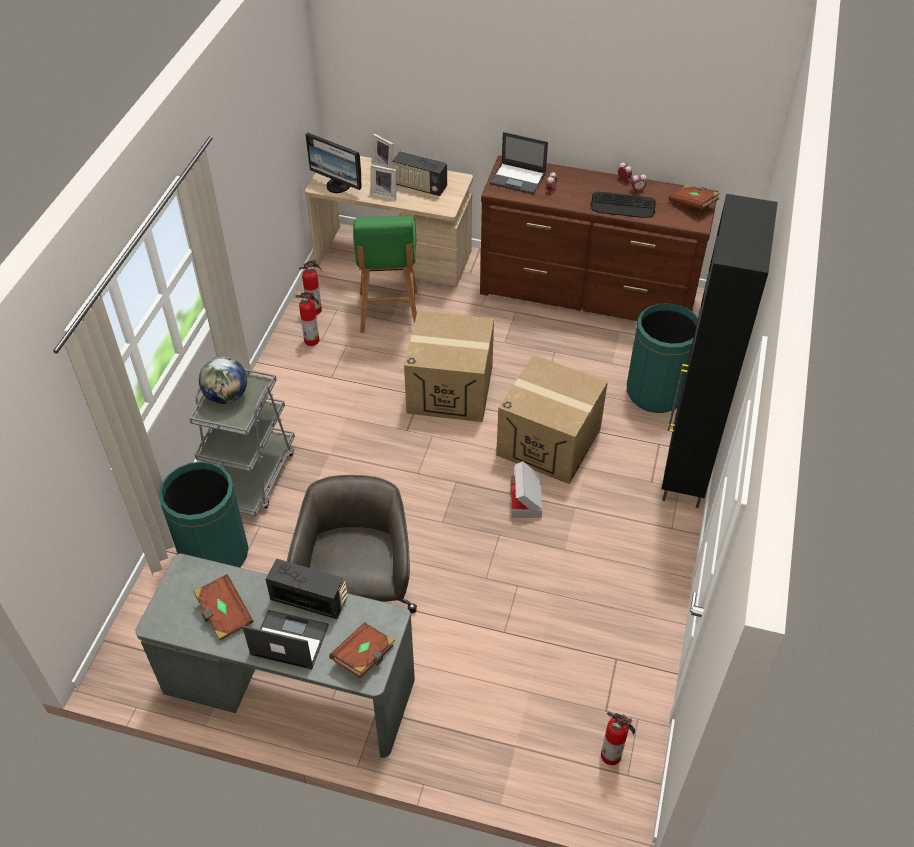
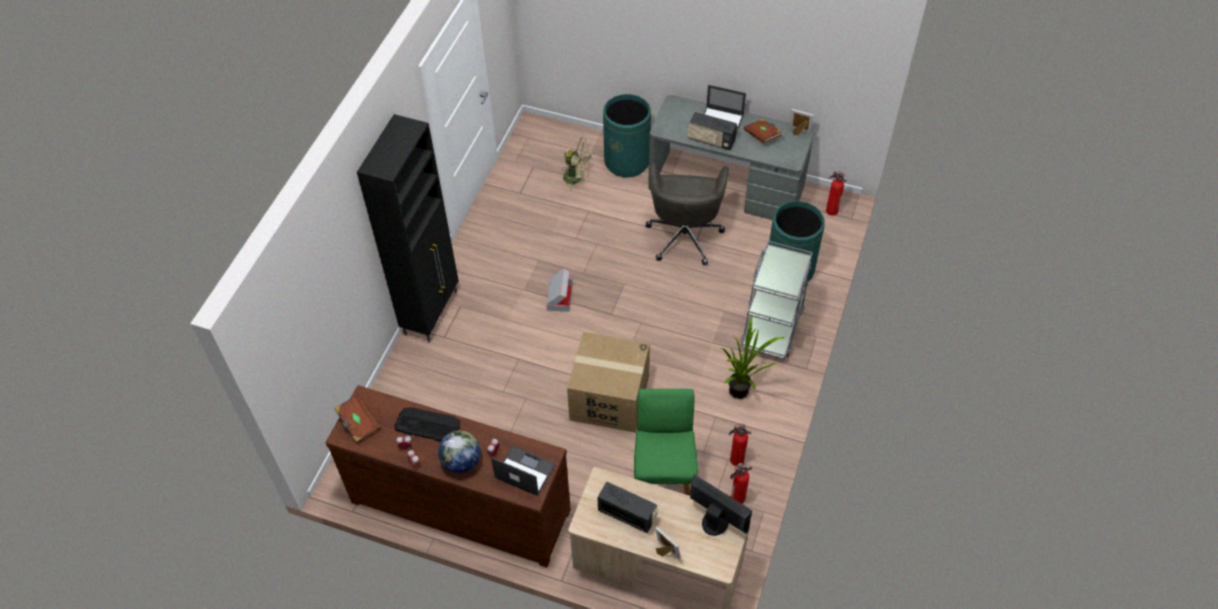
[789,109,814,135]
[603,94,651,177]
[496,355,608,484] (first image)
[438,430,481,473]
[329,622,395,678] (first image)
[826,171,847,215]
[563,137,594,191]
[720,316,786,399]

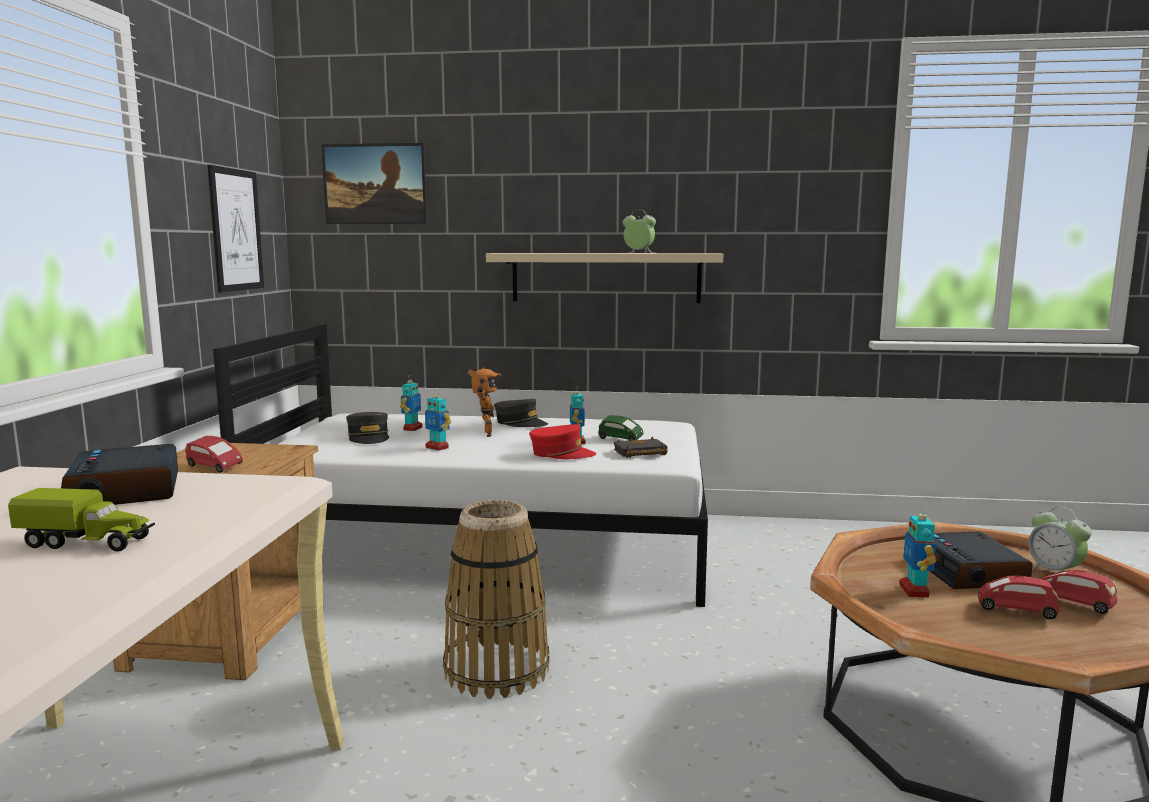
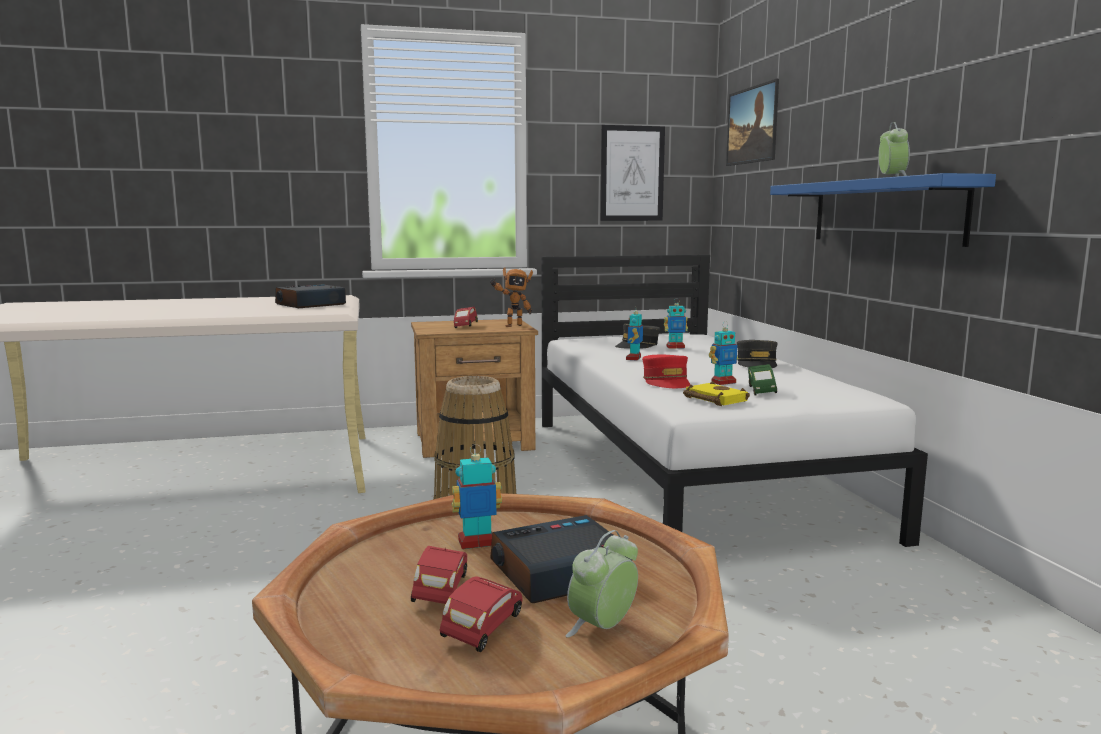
[770,173,996,247]
[490,267,533,327]
[683,381,750,406]
[8,488,155,552] (first image)

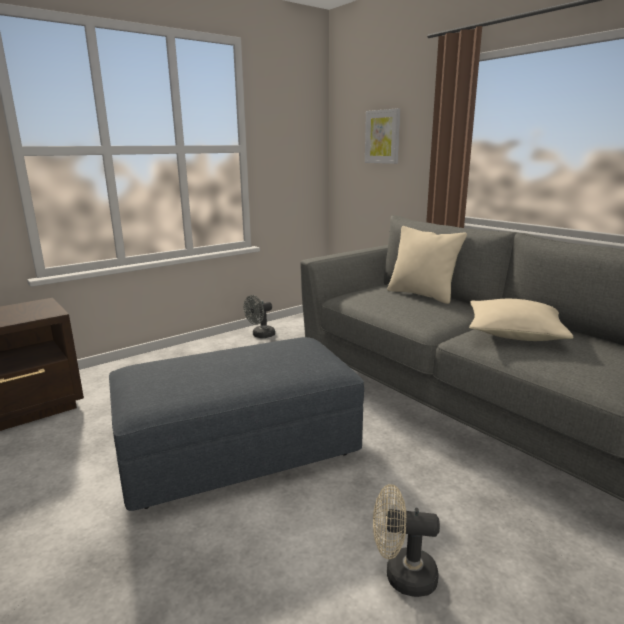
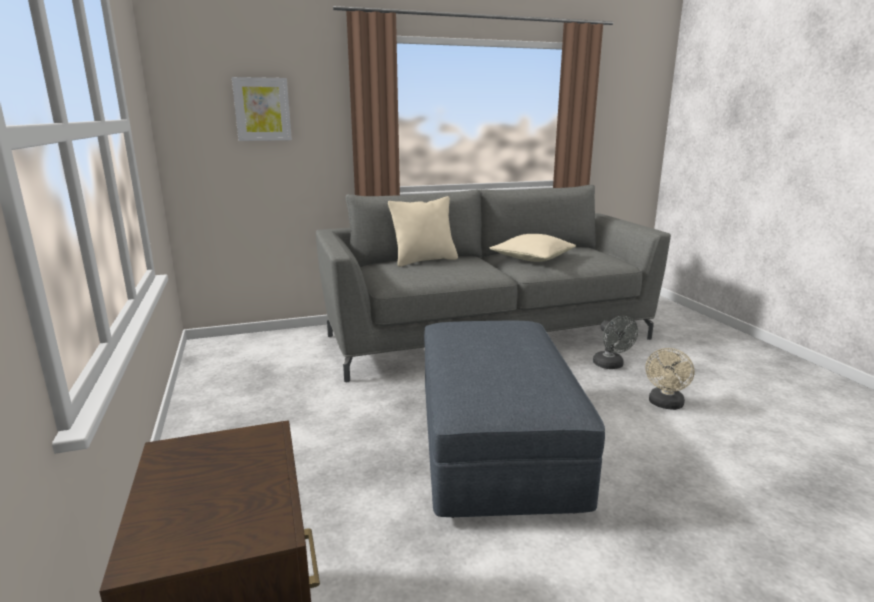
[593,316,638,369]

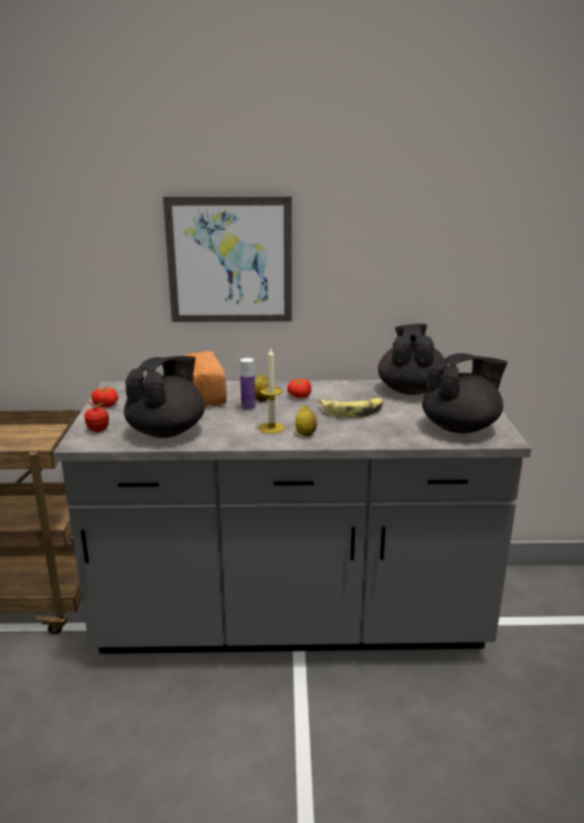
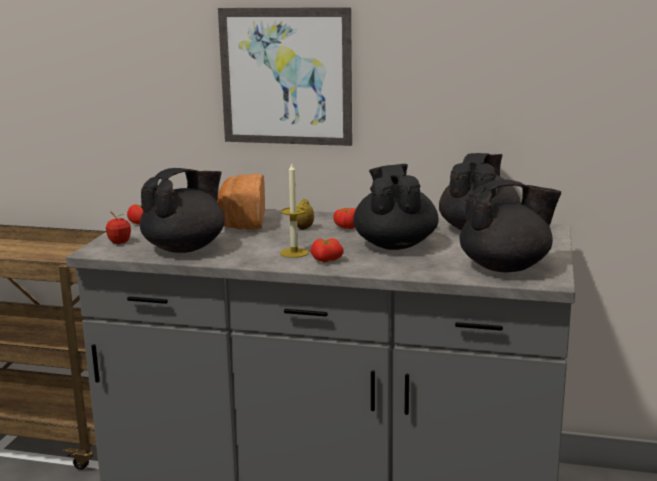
[240,358,255,411] (first image)
[353,164,439,250]
[311,238,344,263]

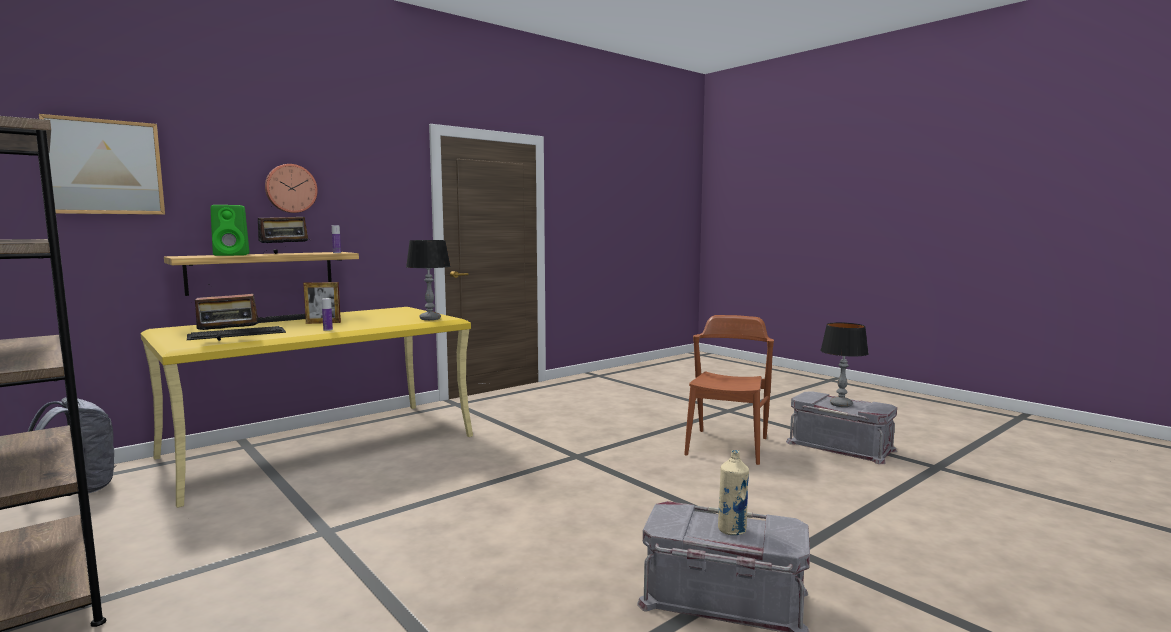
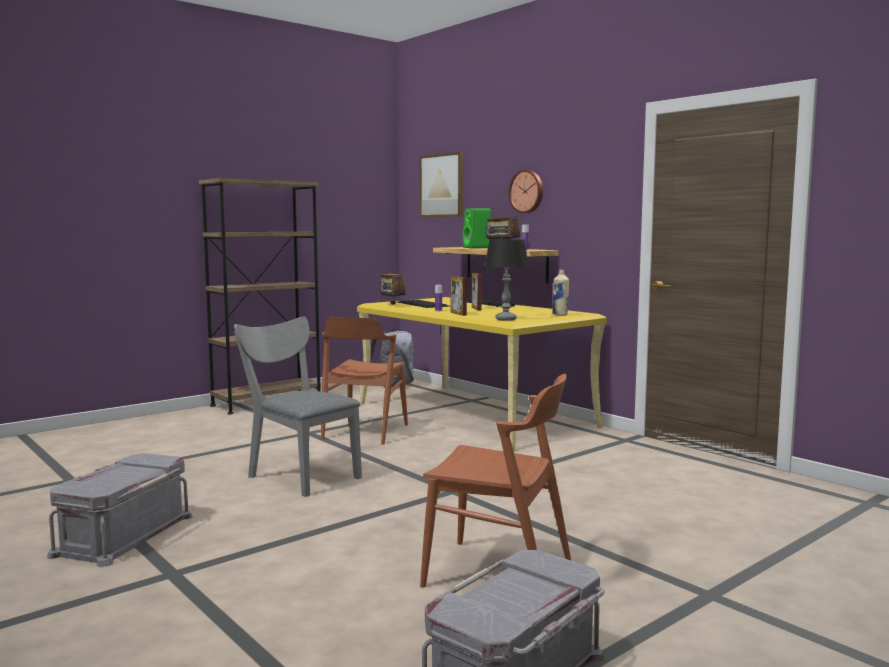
[820,322,869,407] (first image)
[552,270,569,316]
[450,276,467,316]
[234,317,362,497]
[321,317,408,445]

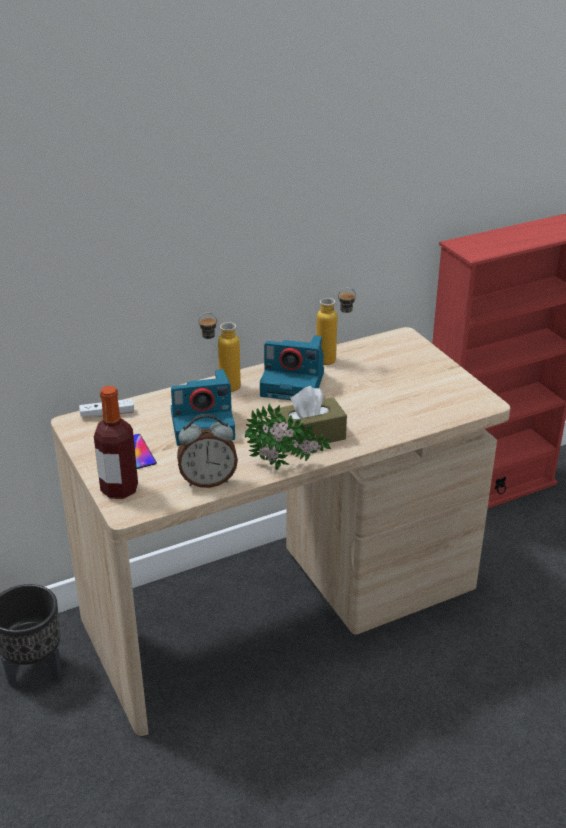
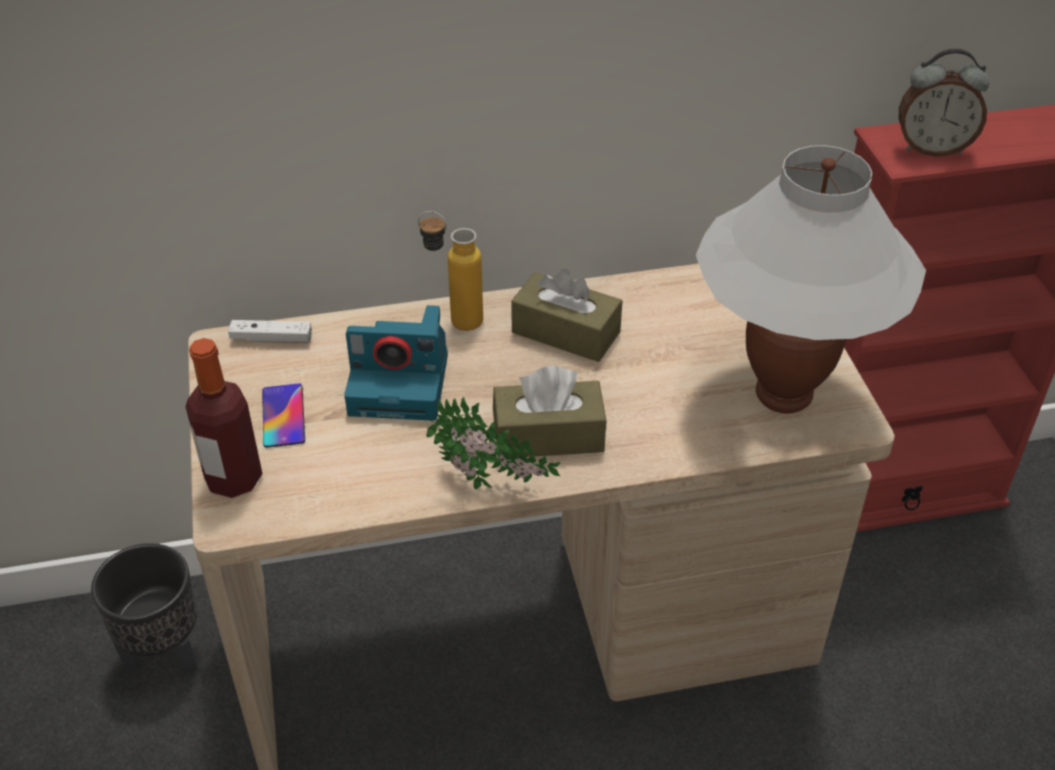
[316,288,356,365] (first image)
[511,269,622,362]
[898,48,990,157]
[696,145,926,414]

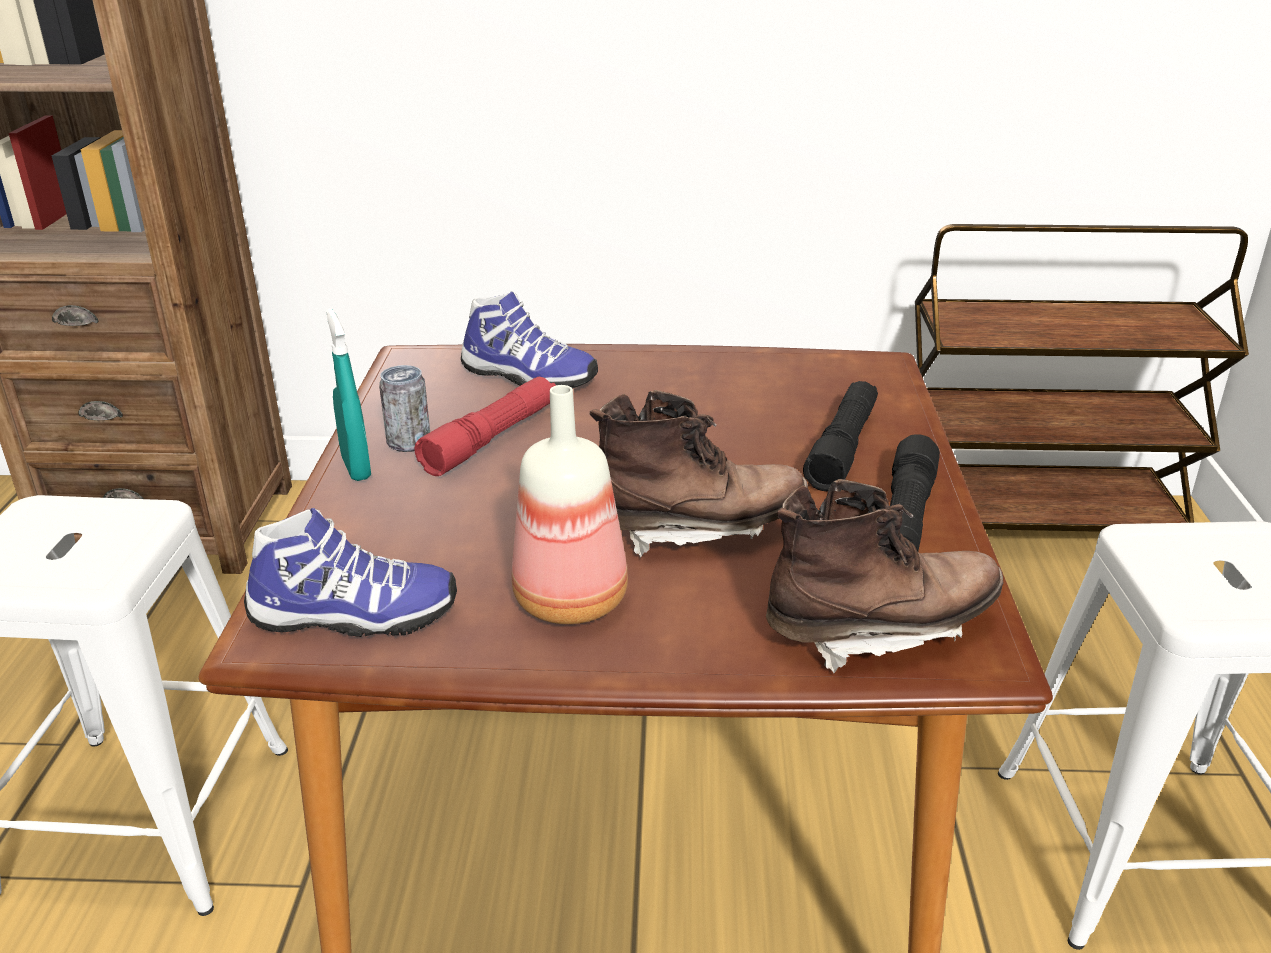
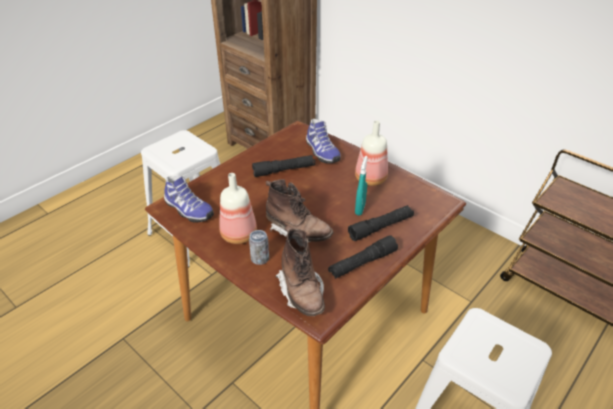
[355,156,368,216]
[249,230,269,265]
[252,155,315,177]
[276,225,325,316]
[355,120,388,186]

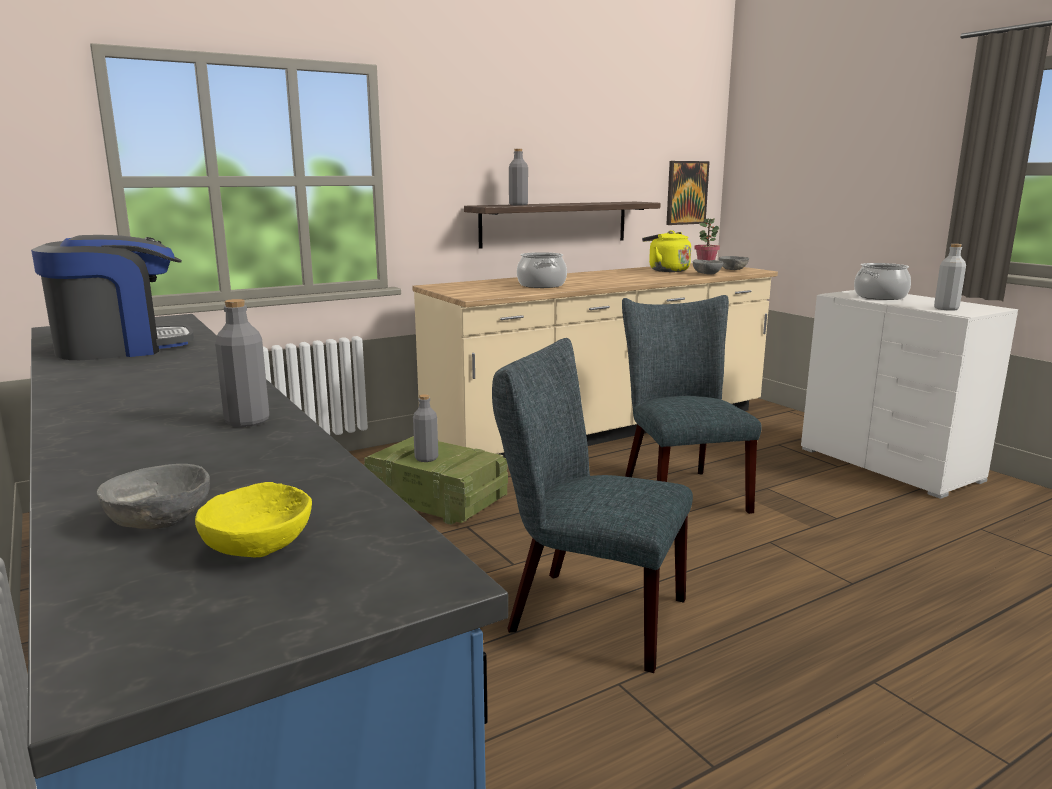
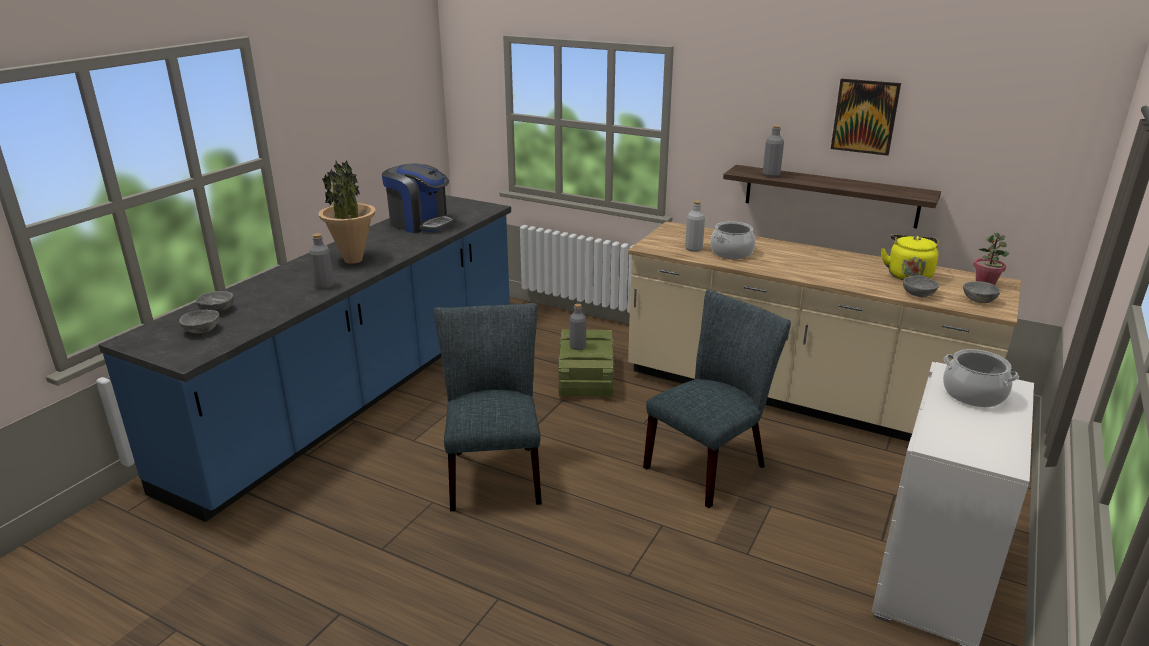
[831,78,901,156]
[685,201,705,252]
[179,309,219,333]
[319,161,376,264]

